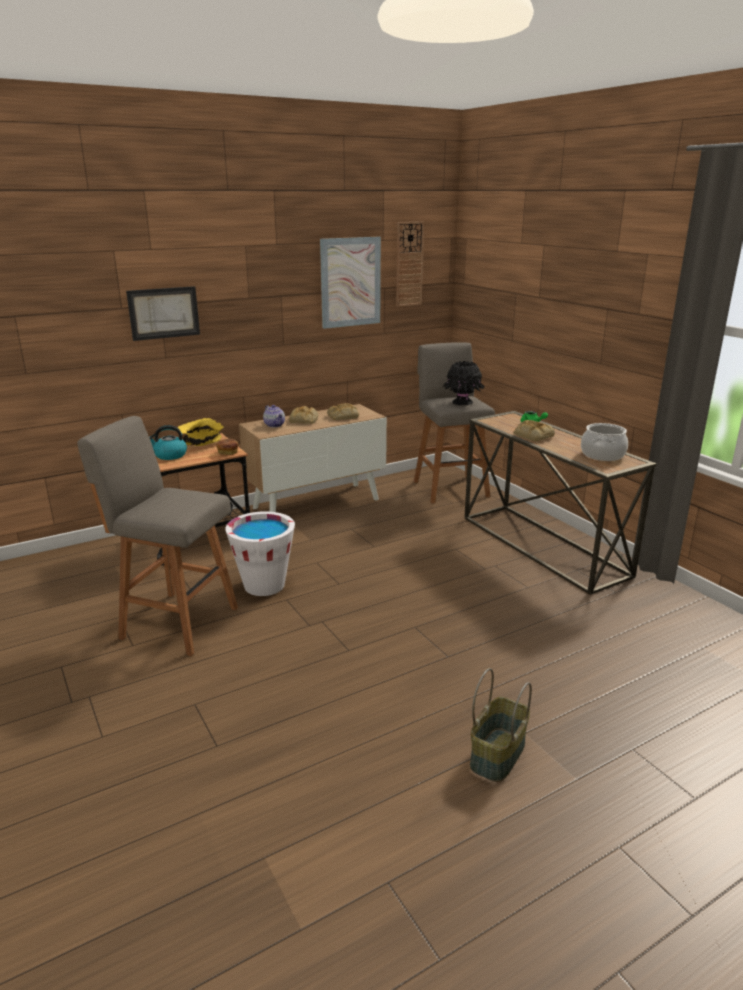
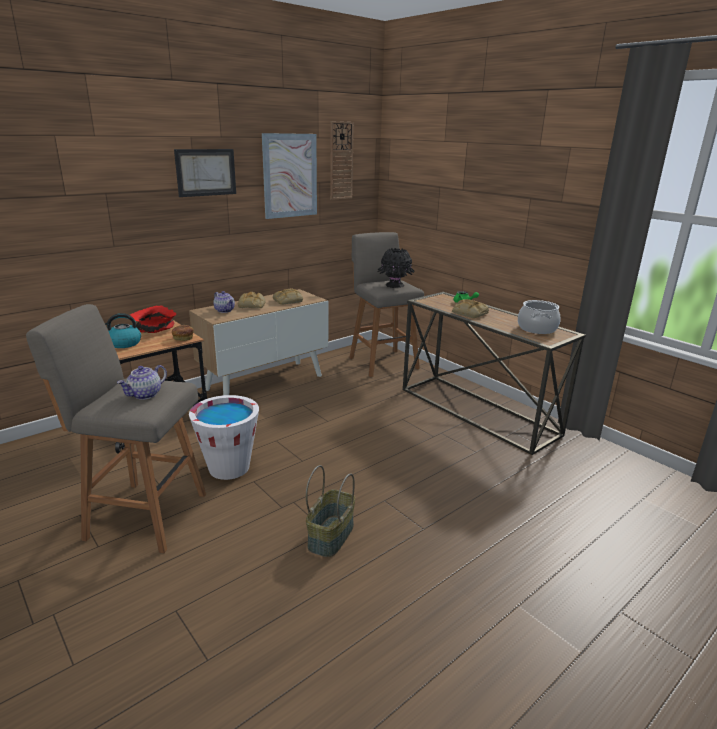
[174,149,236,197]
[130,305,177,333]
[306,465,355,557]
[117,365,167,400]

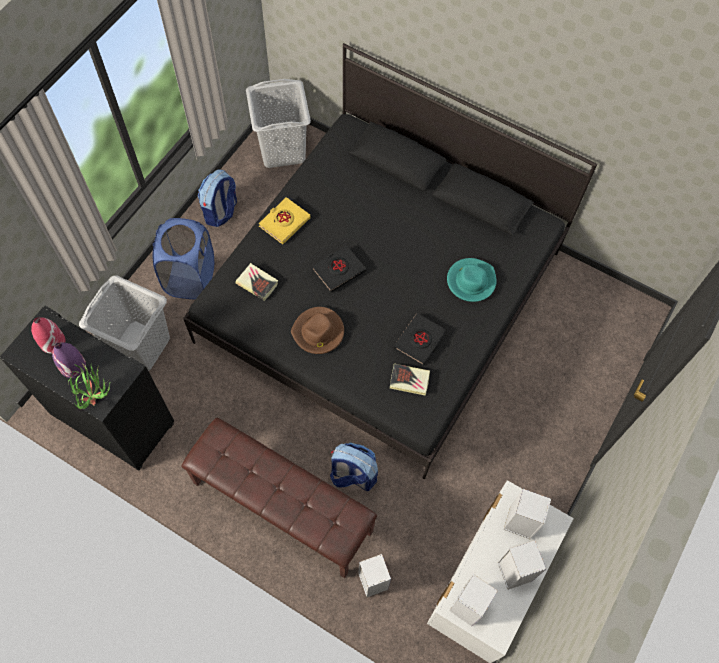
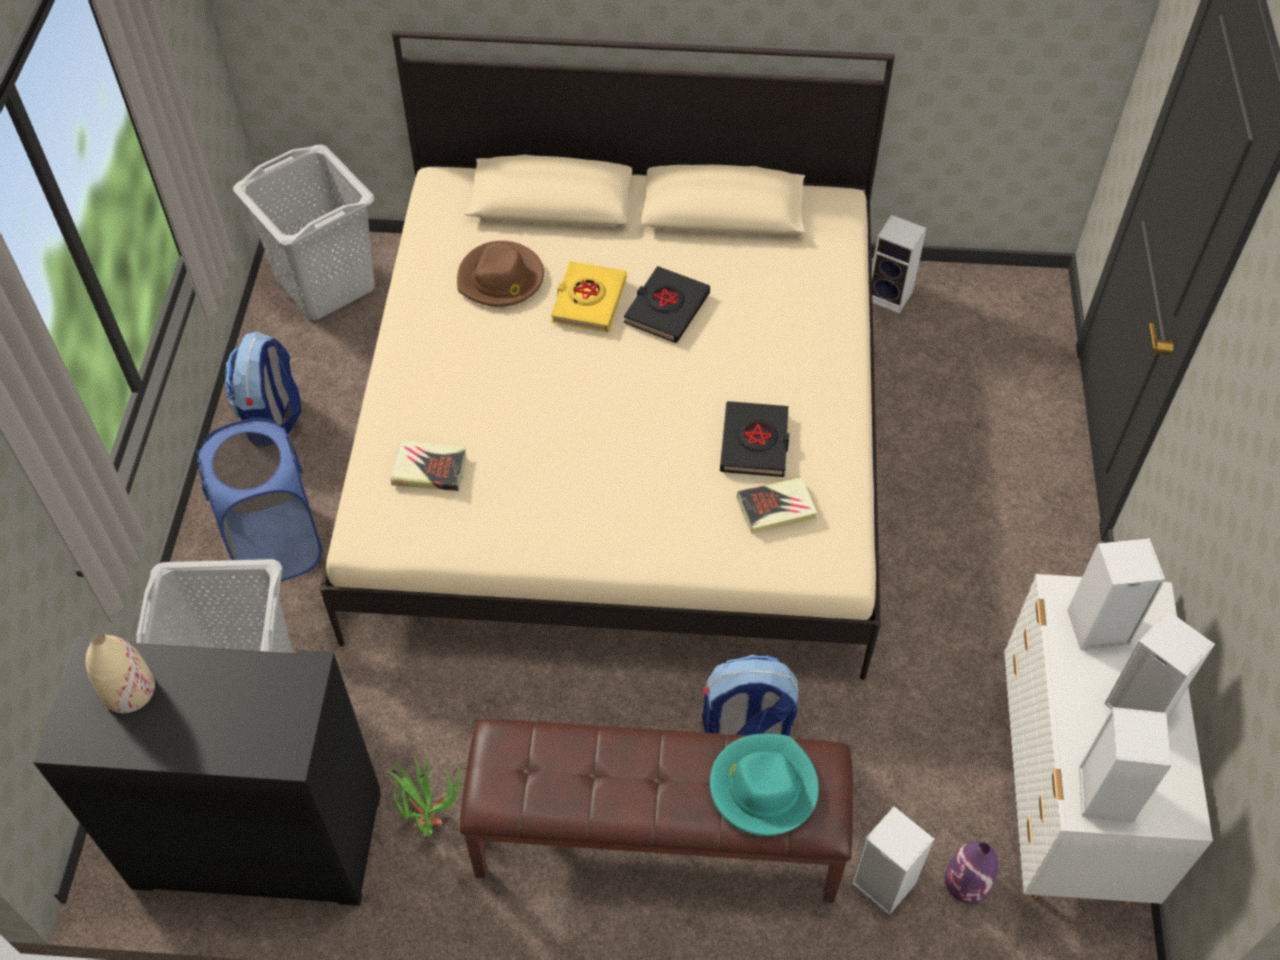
[319,31,895,680]
[551,261,627,332]
[624,266,710,343]
[710,734,819,836]
[457,241,544,307]
[85,634,155,713]
[945,841,998,904]
[385,754,462,837]
[872,215,927,314]

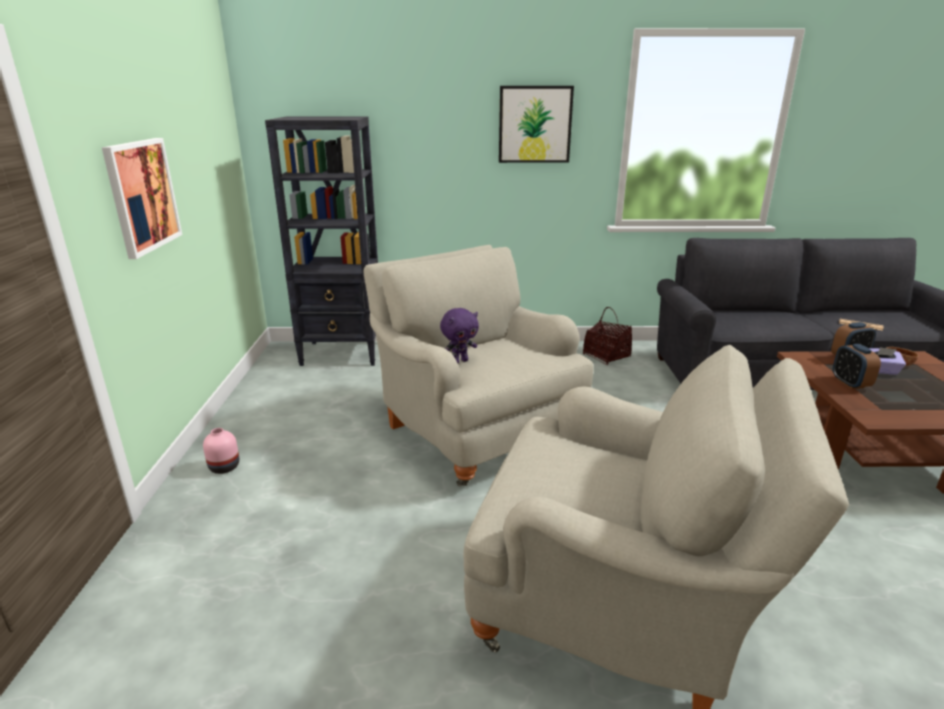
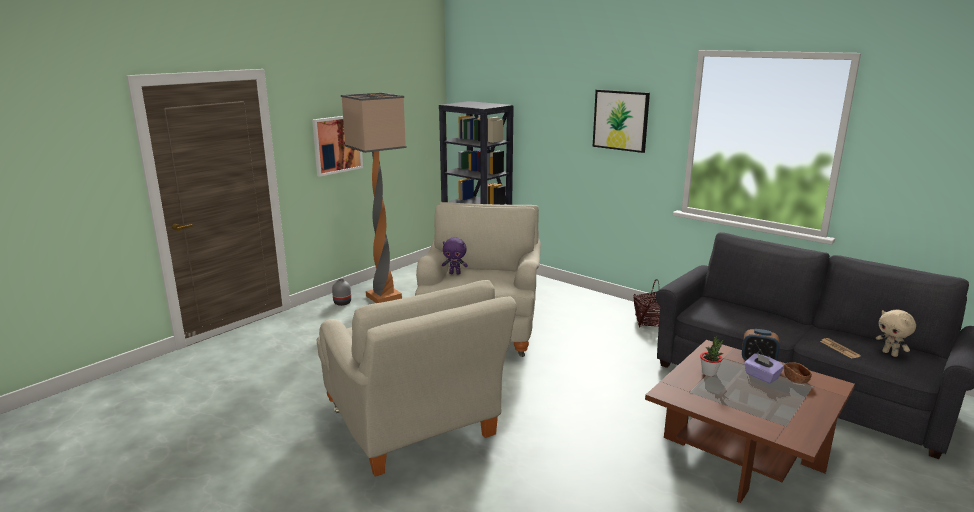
[700,336,723,376]
[332,279,351,306]
[341,93,406,303]
[876,310,916,357]

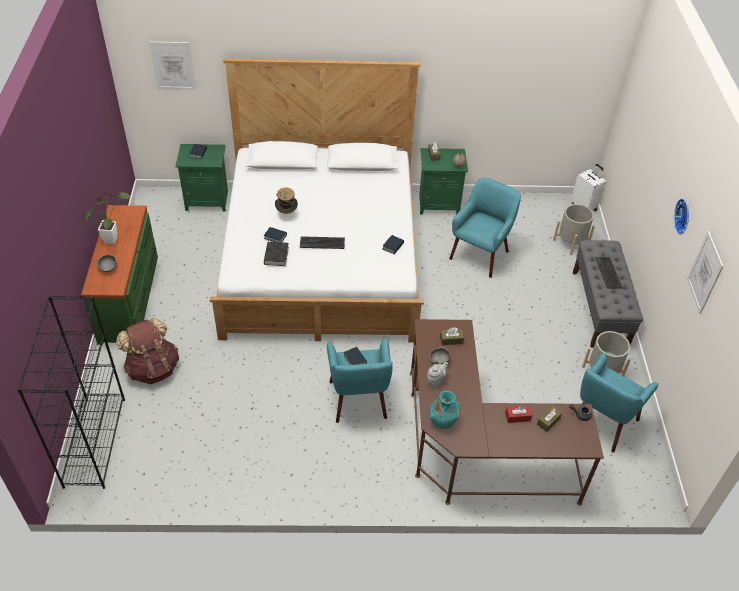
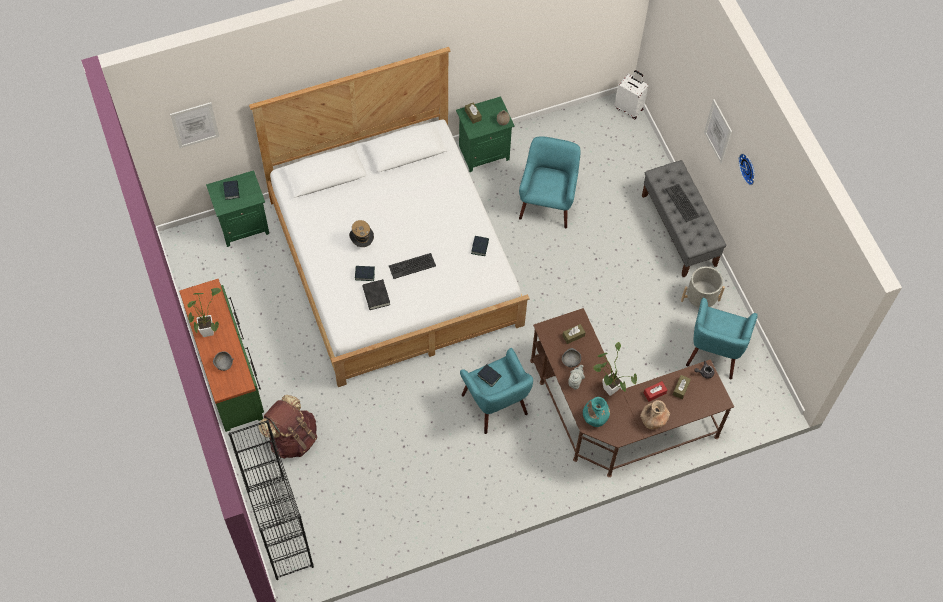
[553,204,595,255] (first image)
[704,99,732,164]
[593,342,637,396]
[640,400,670,429]

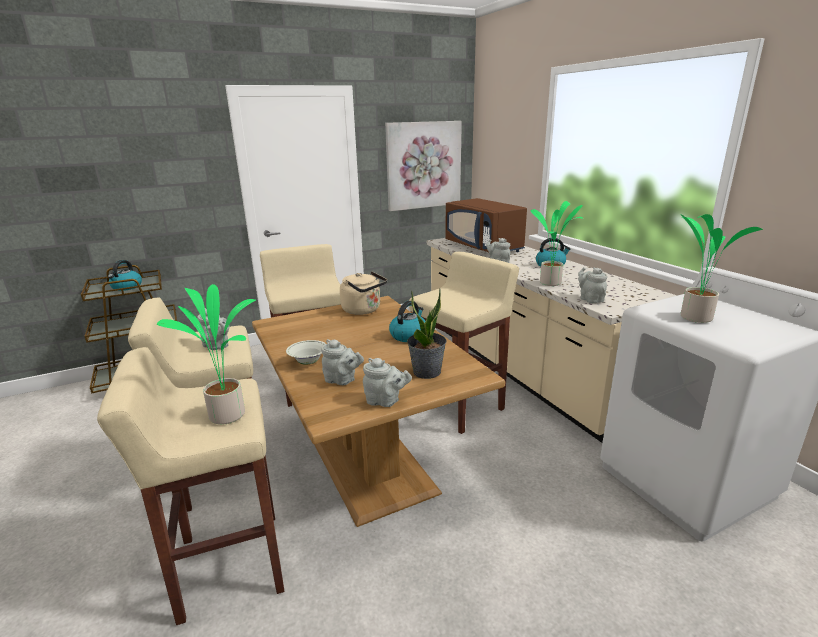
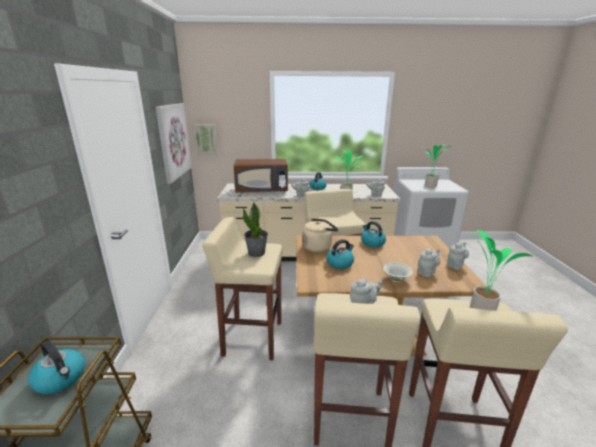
[243,202,268,257]
[194,124,218,156]
[326,239,354,269]

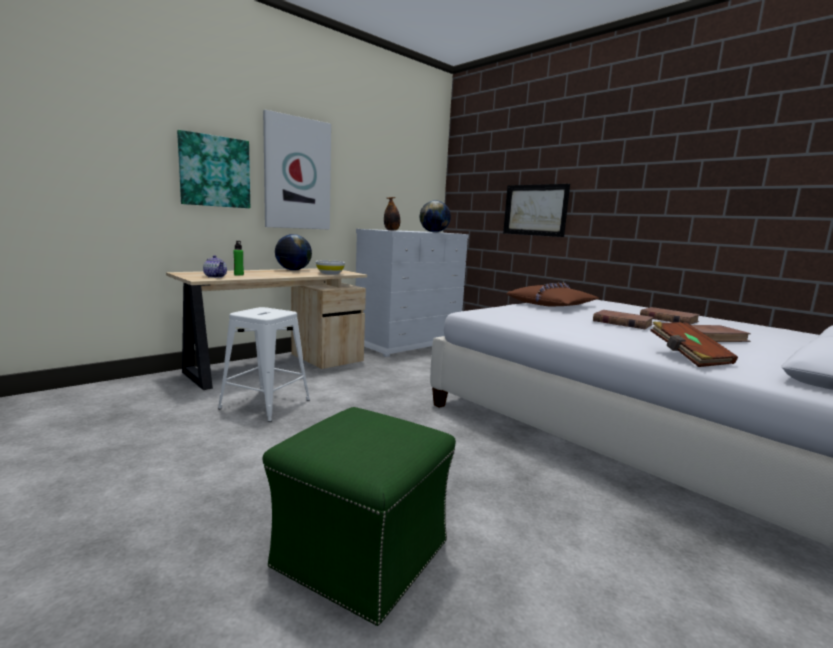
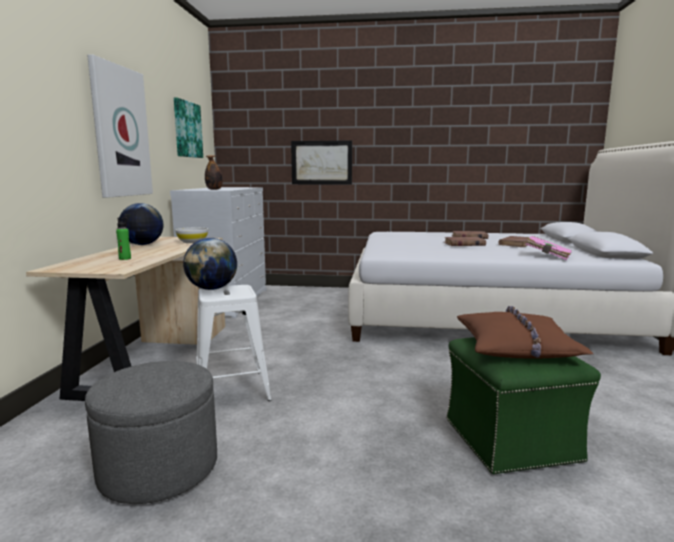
[174,97,203,158]
[183,238,237,290]
[203,255,227,278] (first image)
[457,306,593,359]
[525,236,572,260]
[85,361,217,504]

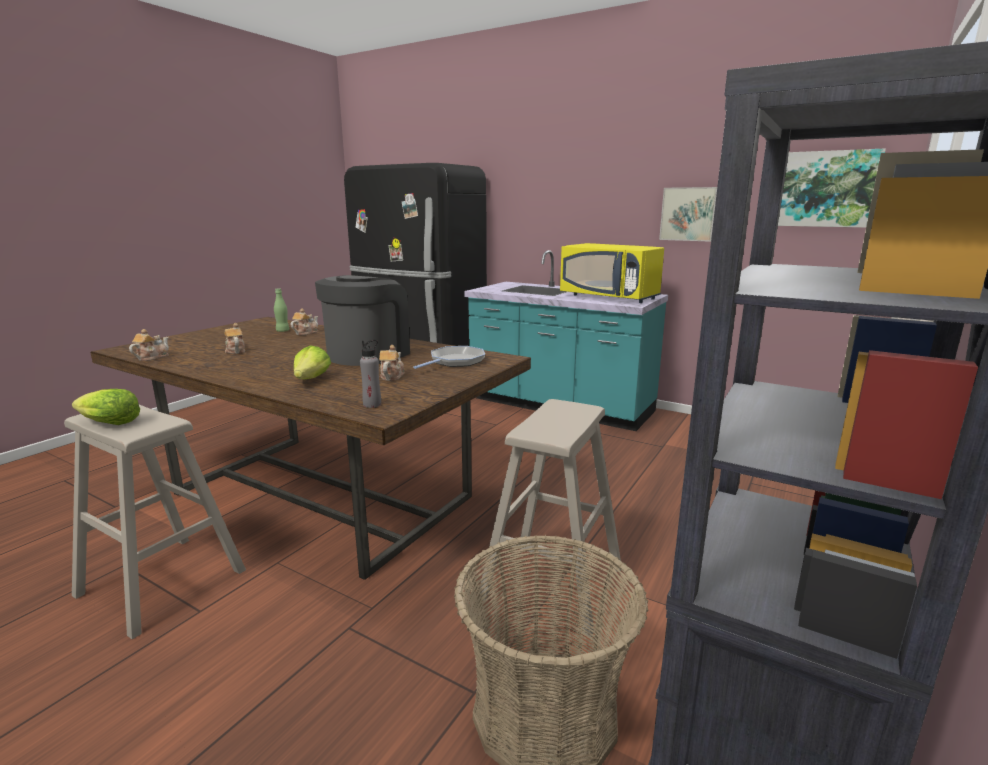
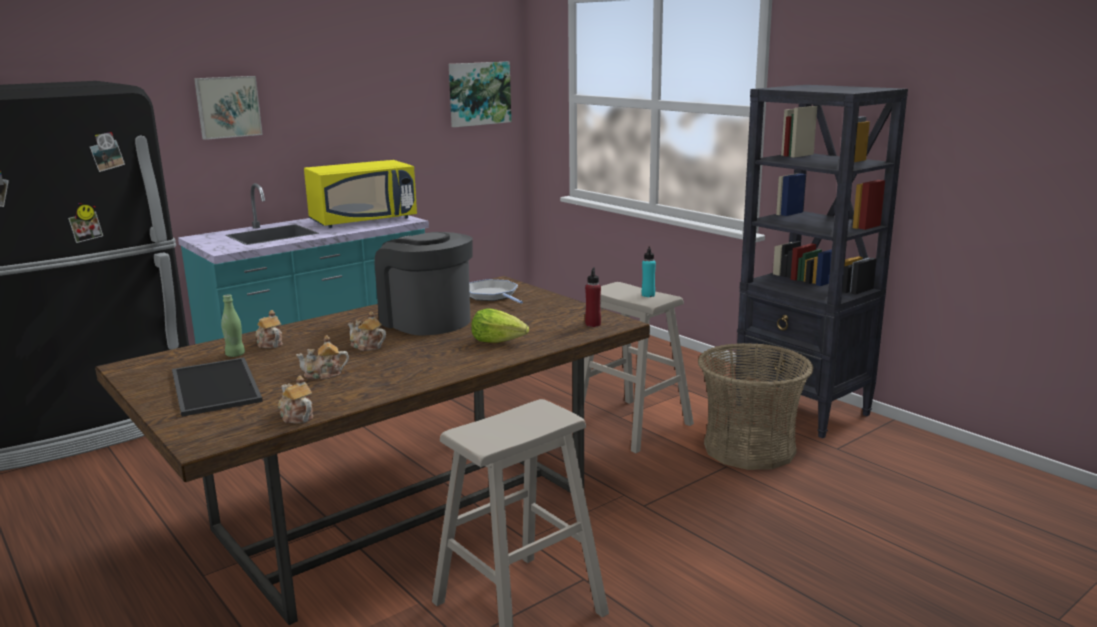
[194,76,263,140]
[585,268,601,327]
[348,311,386,351]
[72,389,140,425] (first image)
[642,247,656,297]
[172,357,263,417]

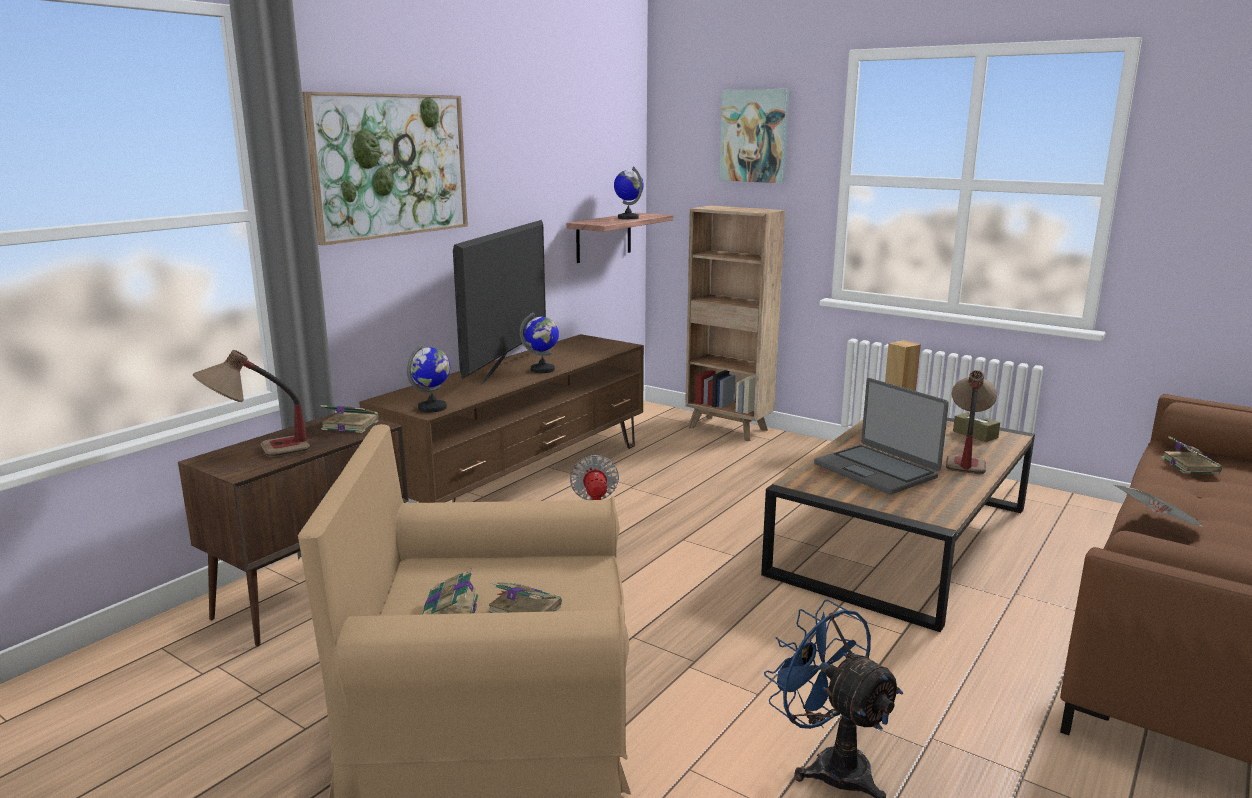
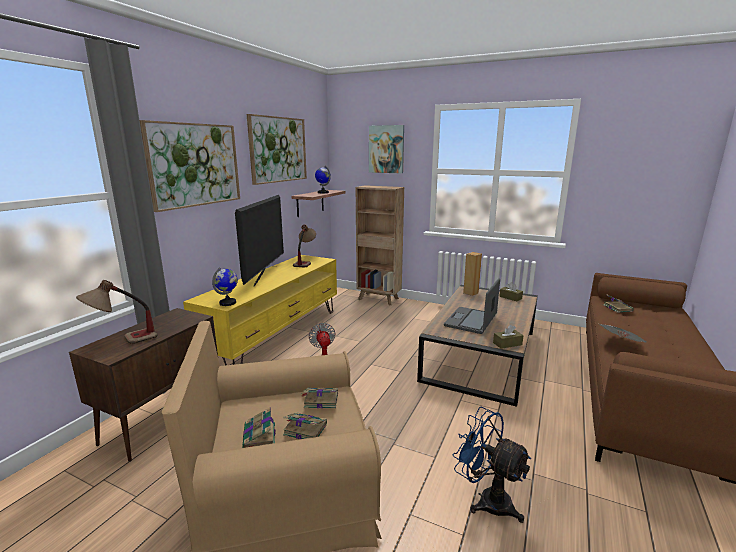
[520,312,559,373] (first image)
[183,255,337,365]
[293,224,316,267]
[444,278,500,334]
[302,387,338,409]
[247,114,307,185]
[493,325,524,349]

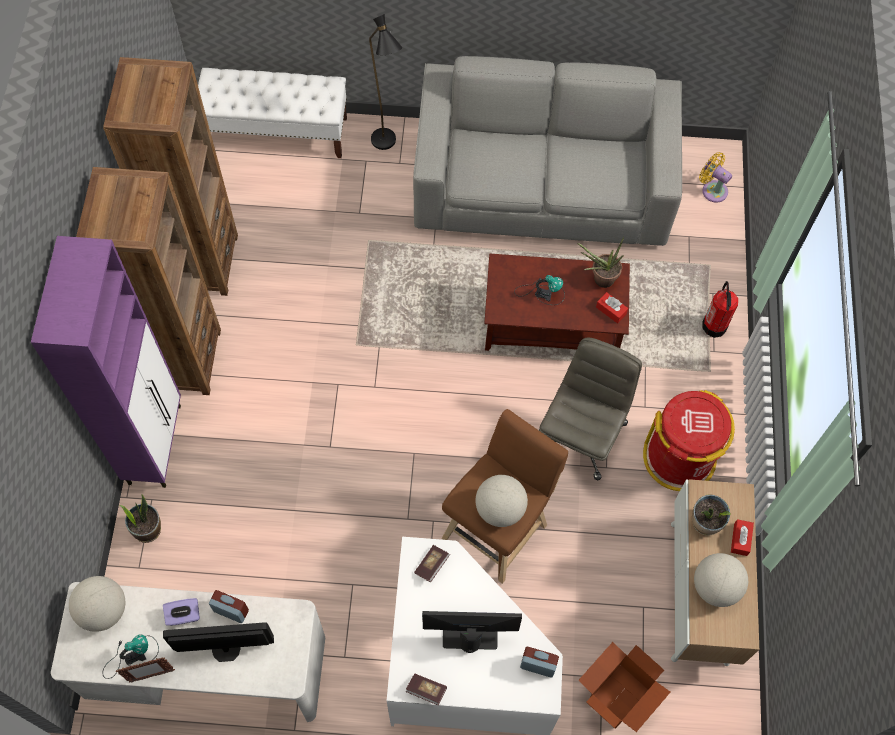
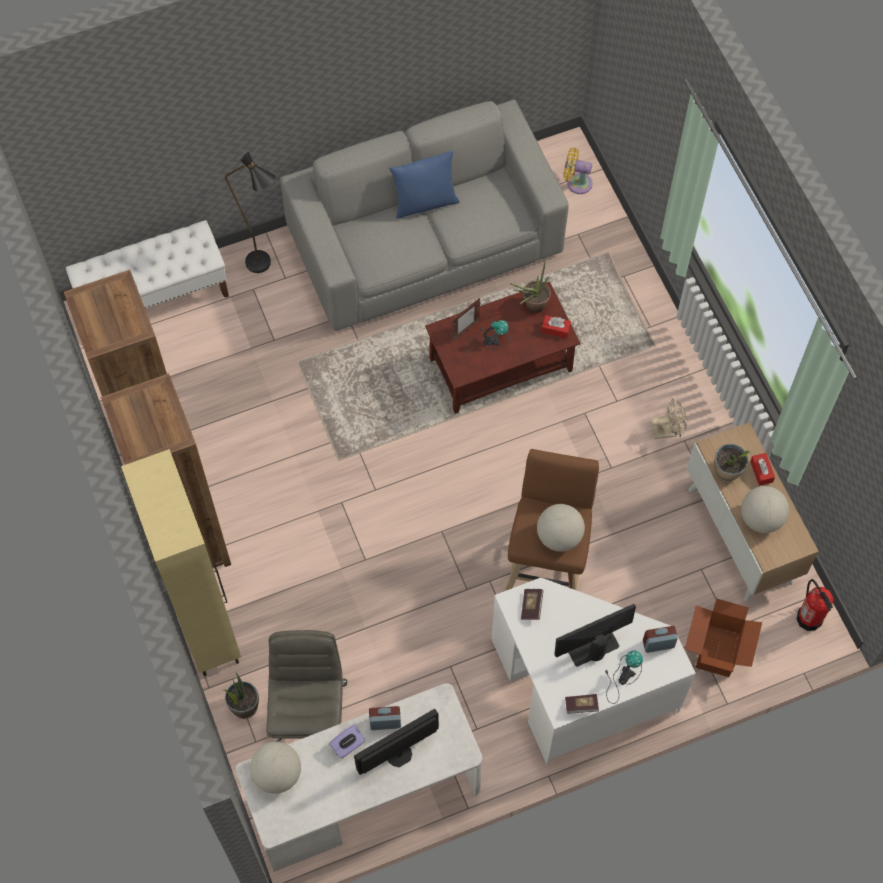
[121,449,241,676]
[797,579,834,631]
[266,630,347,742]
[651,399,687,439]
[605,650,643,704]
[452,298,481,341]
[389,150,460,218]

